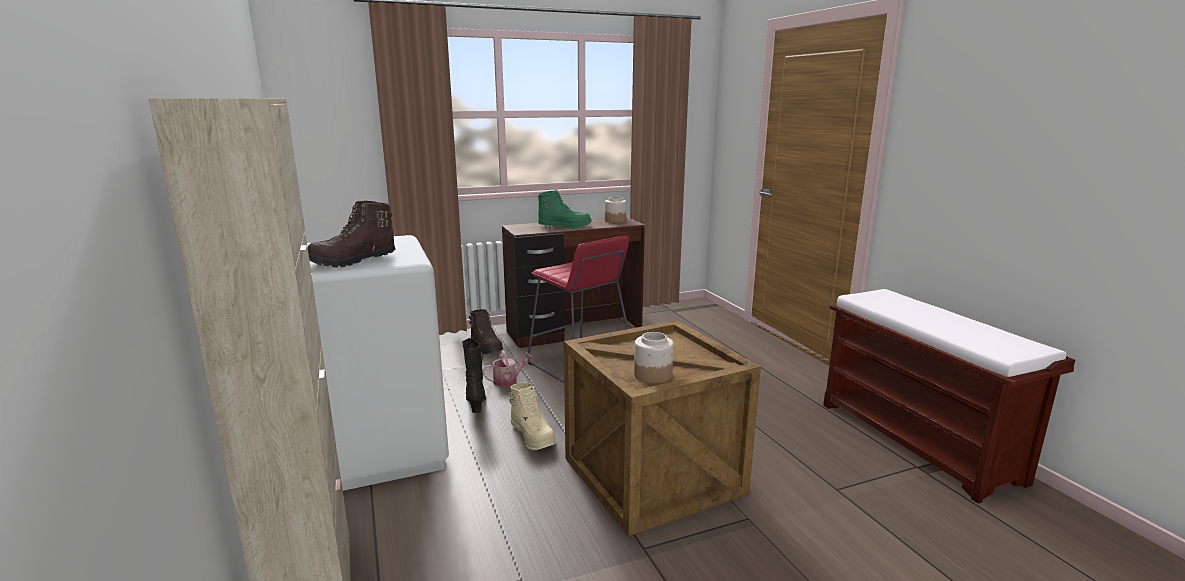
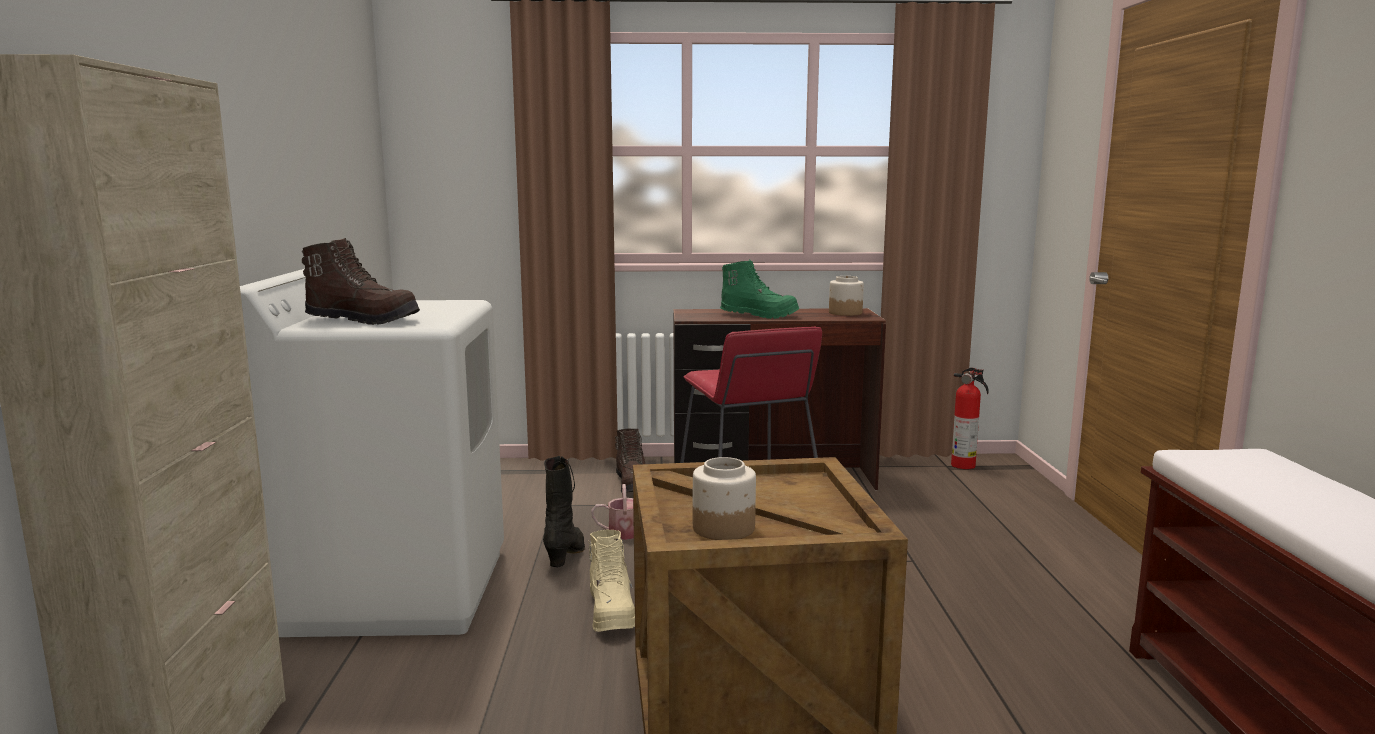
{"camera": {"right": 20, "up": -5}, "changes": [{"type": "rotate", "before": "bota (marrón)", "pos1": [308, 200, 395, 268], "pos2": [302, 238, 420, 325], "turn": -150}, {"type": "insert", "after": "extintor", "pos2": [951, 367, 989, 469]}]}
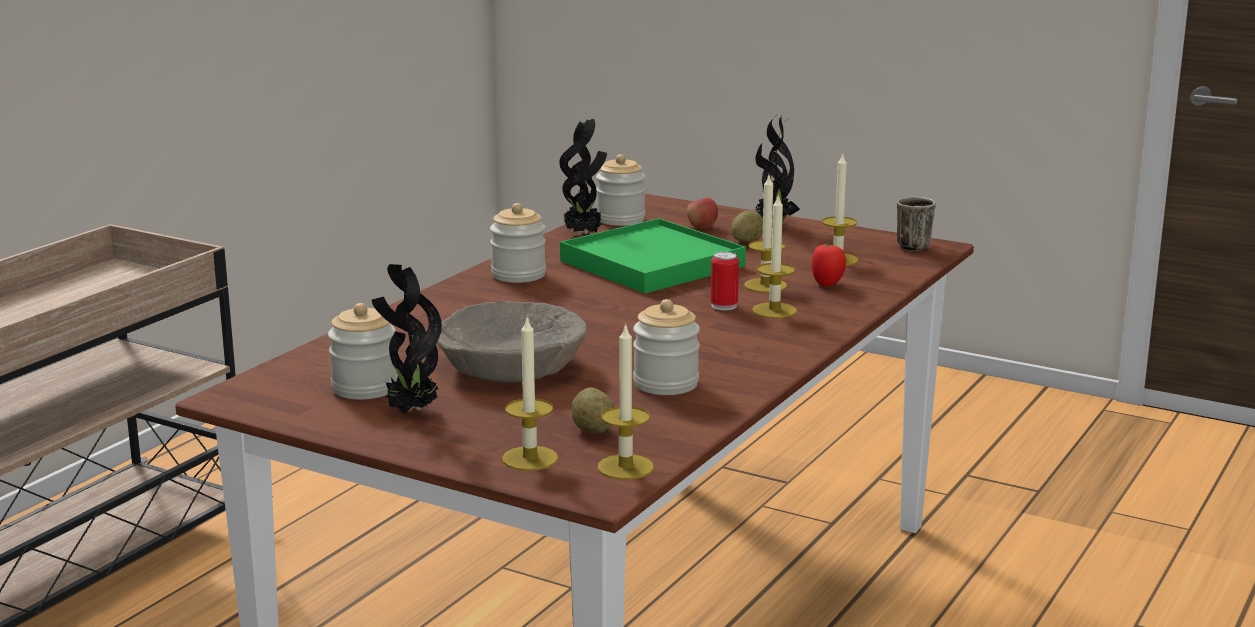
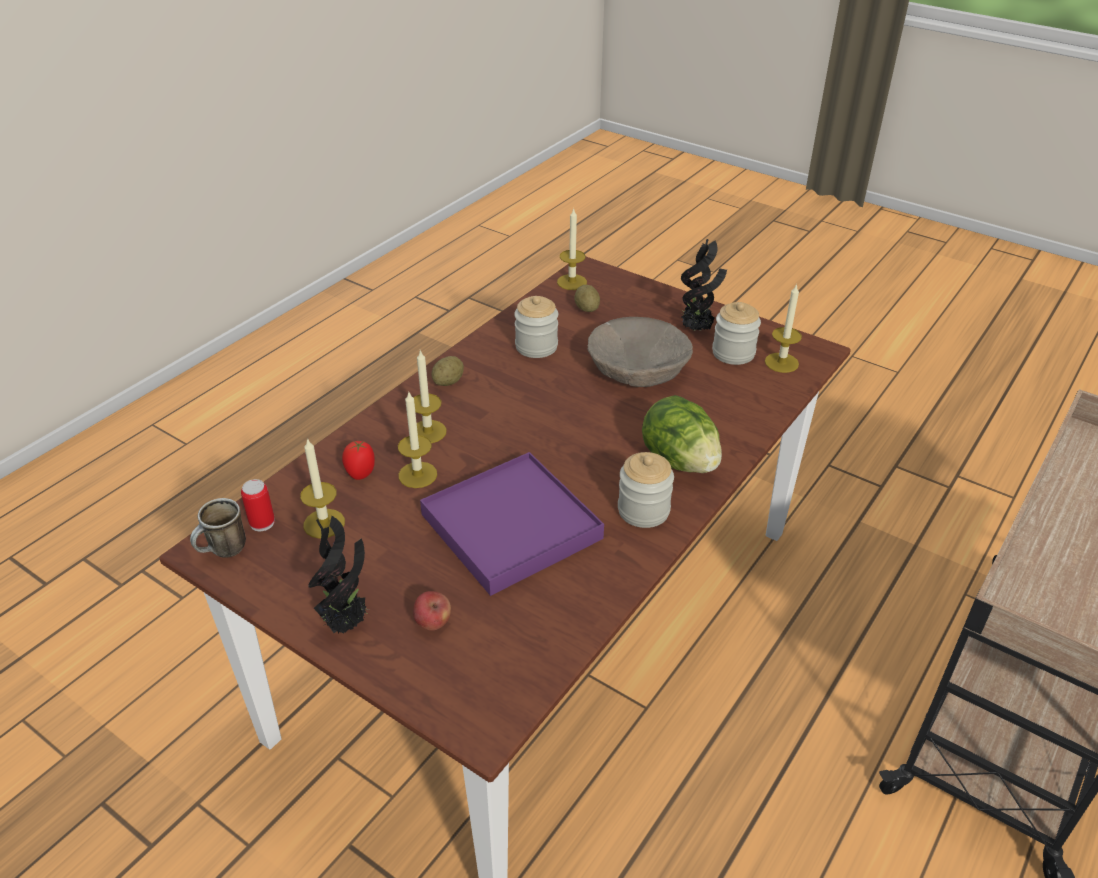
{"camera": {"right": -175, "up": 20}, "changes": [{"type": "move", "before": "vela", "pos1": [502, 318, 558, 471], "pos2": [765, 284, 802, 373]}, {"type": "delete", "before": "planta en maceta", "pos1": [559, 119, 607, 235]}, {"type": "recolor", "before": "bandeja (verde)", "after": "bandeja (morado)", "pos1": [560, 218, 746, 294], "pos2": [420, 452, 604, 596]}, {"type": "delete", "before": "tarro", "pos1": [596, 154, 646, 226]}, {"type": "move", "before": "lata", "pos1": [711, 252, 739, 310], "pos2": [241, 479, 275, 531]}, {"type": "move", "before": "patata", "pos1": [731, 211, 763, 242], "pos2": [431, 356, 464, 386]}, {"type": "insert", "after": "lechuga", "pos2": [642, 395, 722, 473]}]}
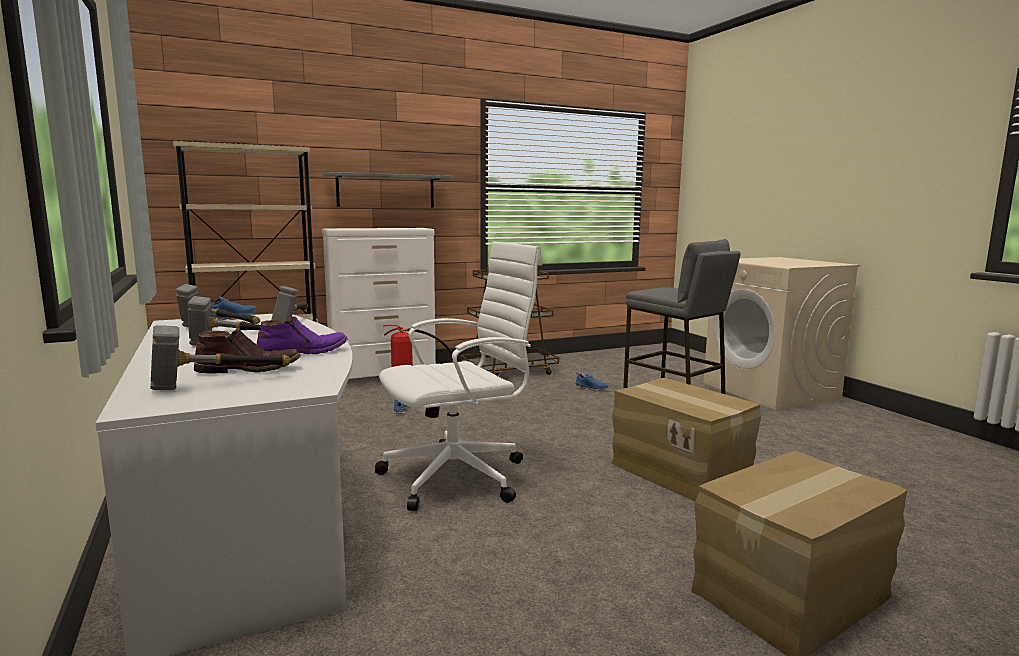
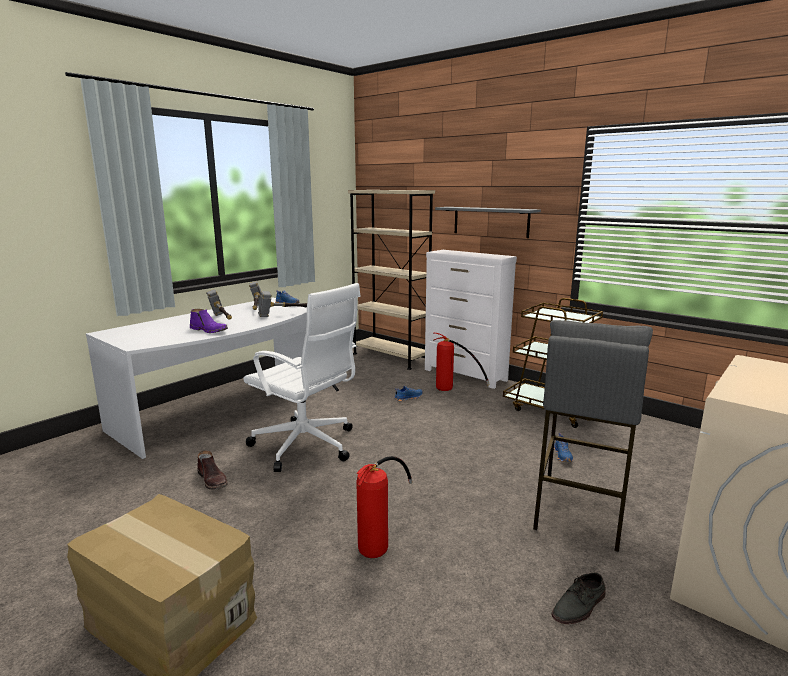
{"camera": {"right": 65, "up": 5}, "changes": [{"type": "delete", "before": "martillo", "pos1": [150, 325, 291, 390]}, {"type": "move", "before": "bota (marrón)", "pos1": [194, 328, 301, 374], "pos2": [197, 451, 228, 490]}, {"type": "replace", "before": "caja de cartón", "after": "extintor", "pos1": [611, 378, 761, 501], "pos2": [356, 456, 413, 558]}, {"type": "insert", "after": "zapato (gris)", "pos2": [552, 573, 606, 624]}]}
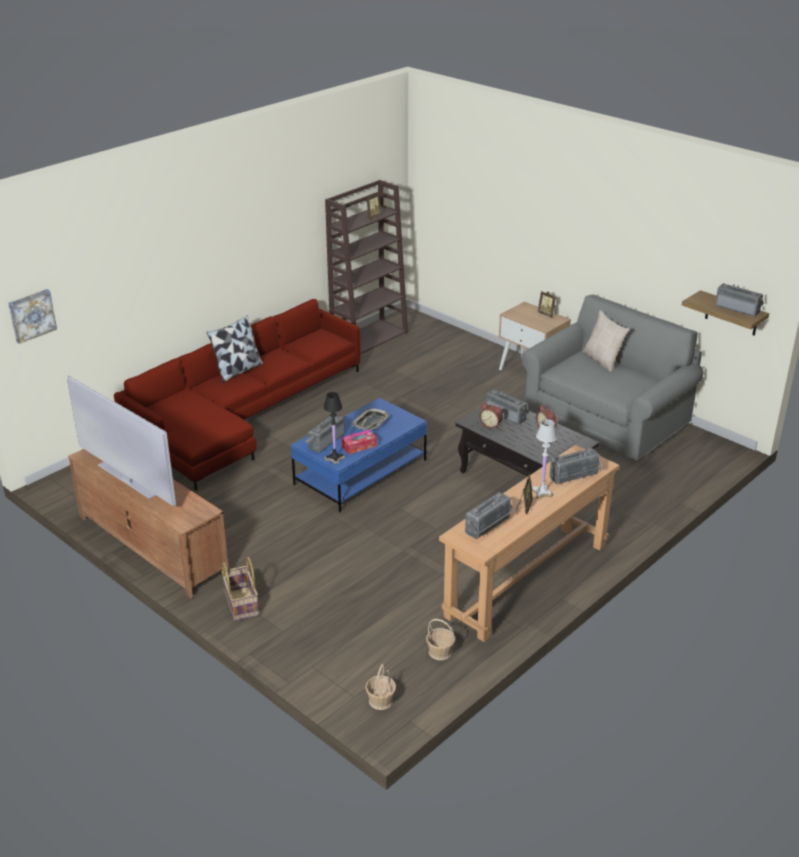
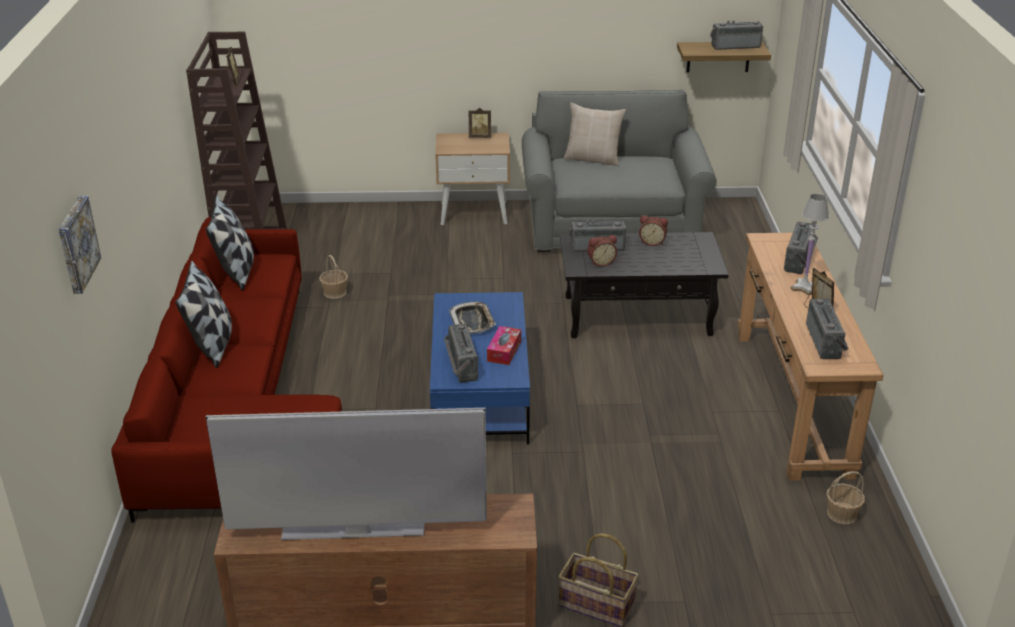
{"camera": {"right": -45, "up": 0}, "changes": [{"type": "move", "before": "cuadro", "pos1": [8, 289, 57, 344], "pos2": [59, 196, 101, 294]}, {"type": "delete", "before": "lámpara de mesa (negro)", "pos1": [324, 392, 345, 464]}, {"type": "move", "before": "cesta", "pos1": [365, 664, 396, 710], "pos2": [319, 255, 348, 299]}, {"type": "insert", "after": "cojín", "pos2": [206, 195, 254, 290]}]}
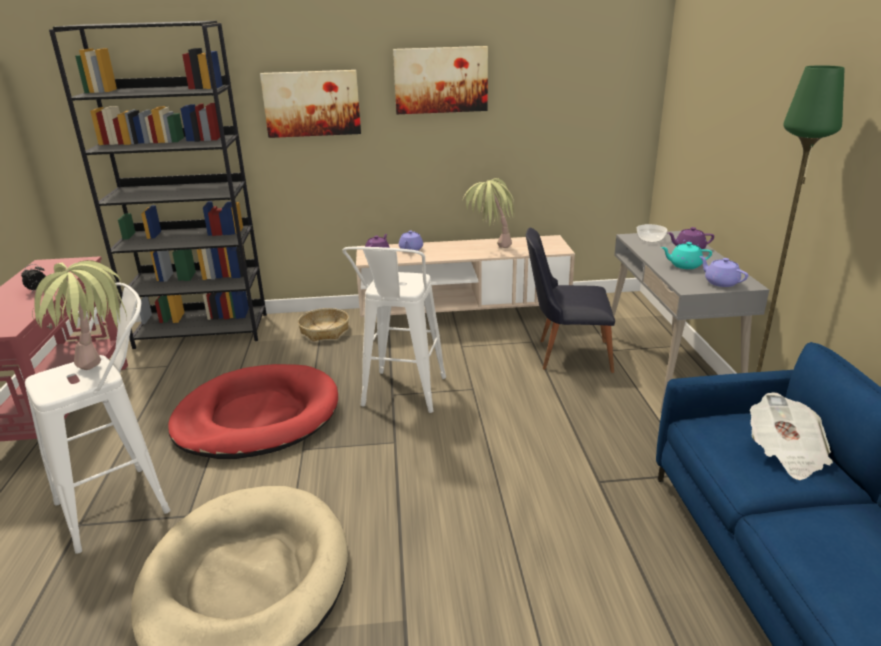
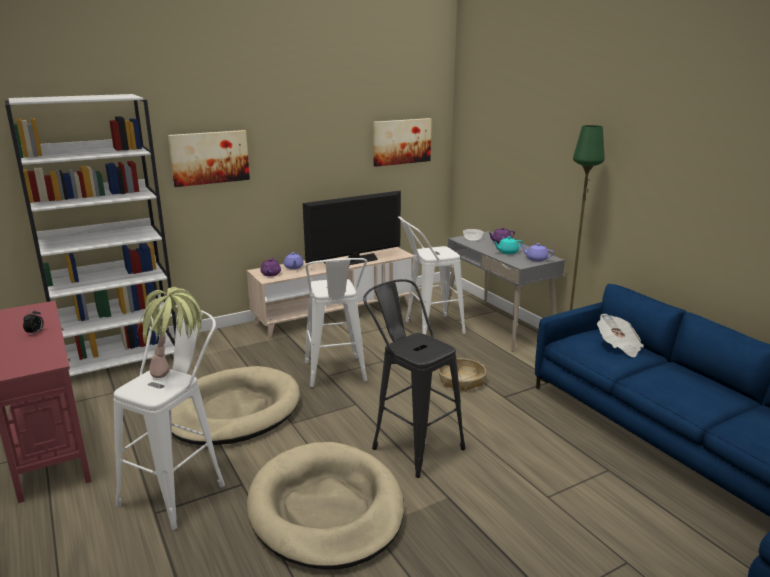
{"camera": {"right": -25, "up": -5}, "changes": [{"type": "recolor", "before": "estantería (negro)", "after": "estantería (blanco)", "pos1": [49, 21, 267, 349], "pos2": [5, 94, 176, 376]}, {"type": "recolor", "before": "cama para perro (rojo)", "after": "cama para perro (beis)", "pos1": [168, 364, 338, 459], "pos2": [171, 366, 300, 445]}, {"type": "move", "before": "cesta", "pos1": [298, 308, 349, 341], "pos2": [438, 358, 486, 392]}, {"type": "move", "before": "cuadro", "pos1": [393, 46, 488, 114], "pos2": [373, 118, 431, 167]}, {"type": "replace", "before": "planta en maceta", "after": "televisor", "pos1": [462, 178, 515, 248], "pos2": [303, 191, 401, 265]}, {"type": "replace", "before": "silla (negro)", "after": "taburete (blanco)", "pos1": [526, 228, 615, 373], "pos2": [398, 216, 466, 335]}, {"type": "insert", "after": "taburete (negro)", "pos2": [363, 279, 465, 478]}]}
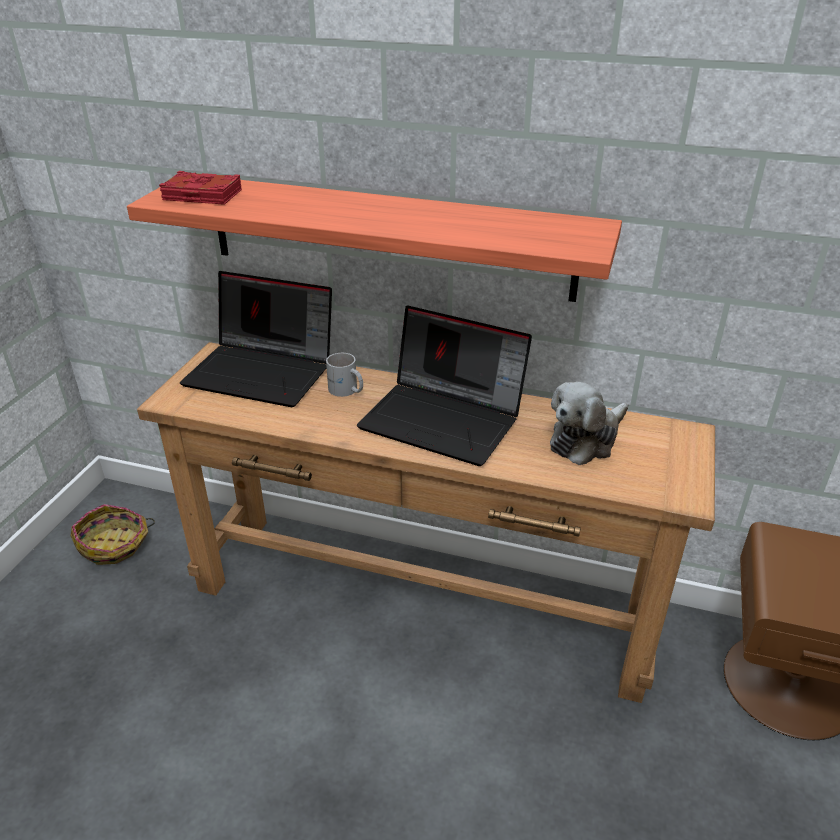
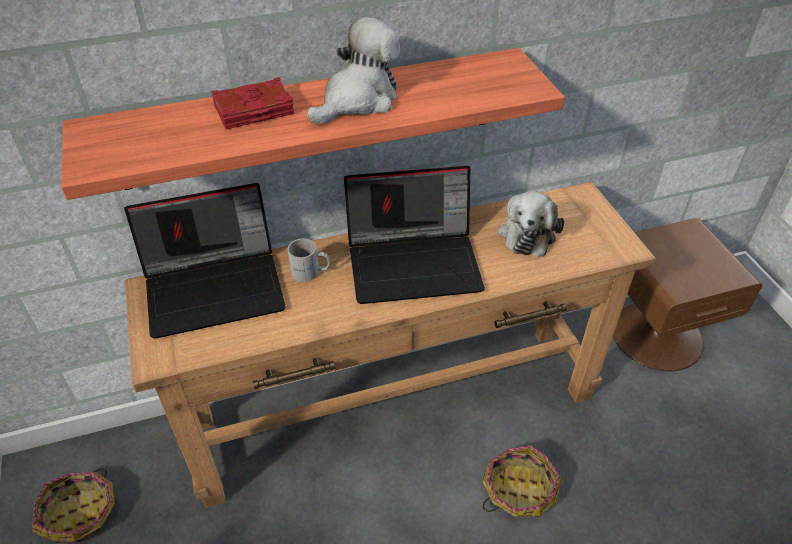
{"camera": {"right": -35, "up": 10}, "changes": [{"type": "move", "before": "libro (rojo)", "pos1": [160, 171, 242, 205], "pos2": [211, 77, 294, 129]}, {"type": "insert", "after": "peluche", "pos2": [307, 17, 400, 124]}, {"type": "insert", "after": "cesta", "pos2": [483, 445, 562, 517]}]}
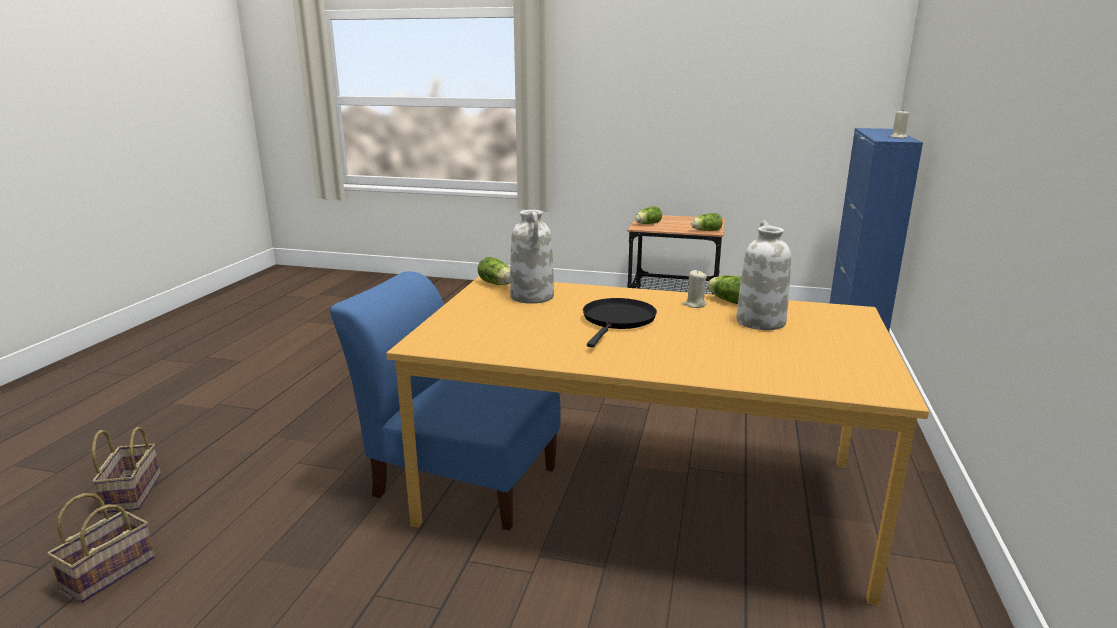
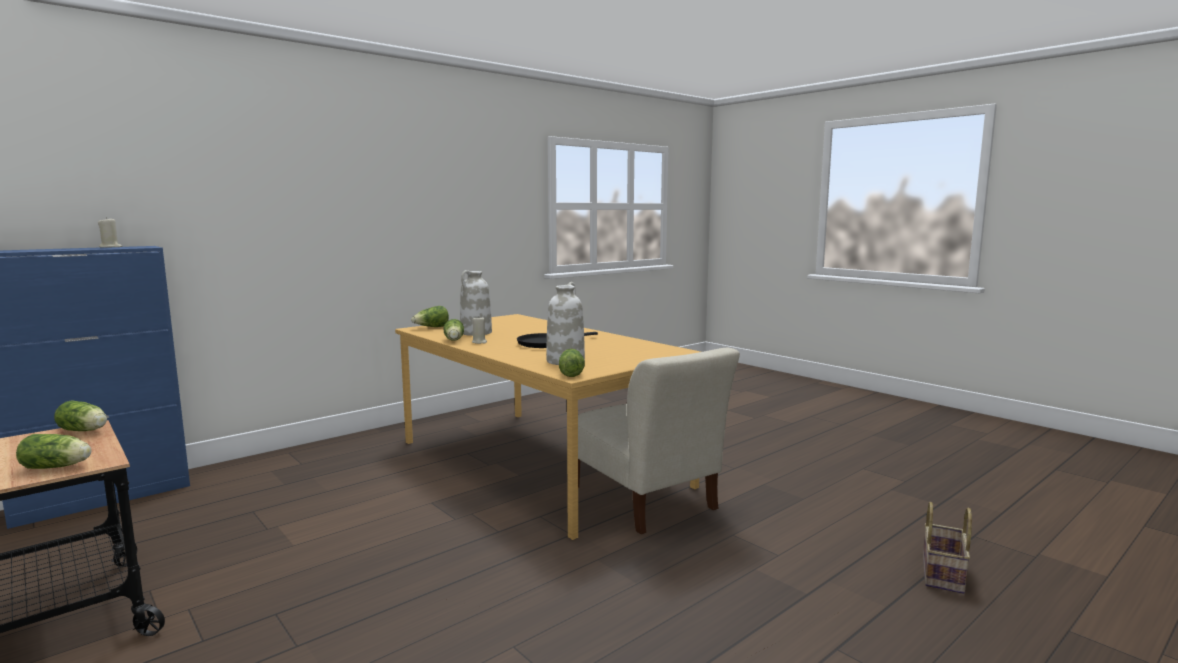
{"camera": {"right": -145, "up": -10}, "changes": [{"type": "delete", "before": "cesta", "pos1": [47, 493, 155, 602]}, {"type": "recolor", "before": "silla (azul)", "after": "silla (beis)", "pos1": [330, 271, 561, 530], "pos2": [578, 348, 740, 534]}, {"type": "insert", "after": "lechuga", "pos2": [411, 306, 449, 327]}]}
